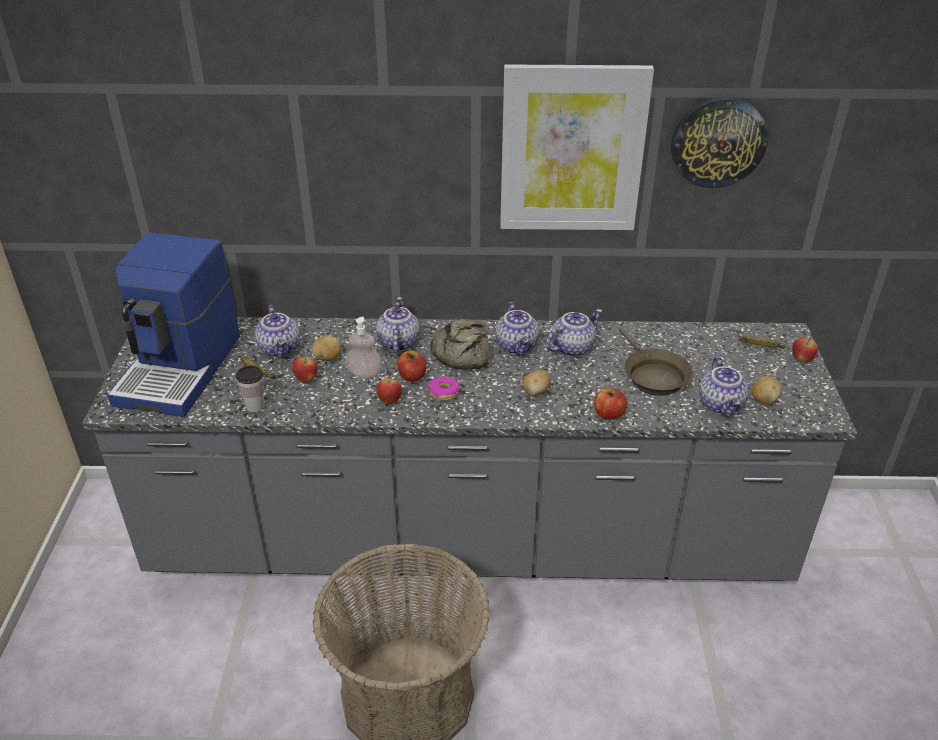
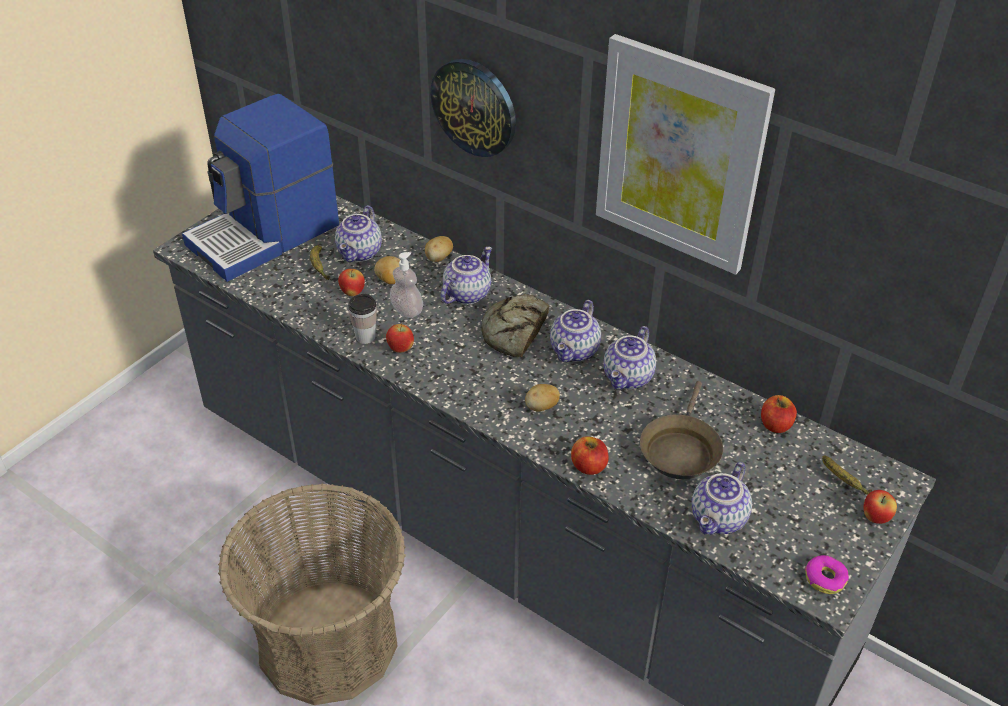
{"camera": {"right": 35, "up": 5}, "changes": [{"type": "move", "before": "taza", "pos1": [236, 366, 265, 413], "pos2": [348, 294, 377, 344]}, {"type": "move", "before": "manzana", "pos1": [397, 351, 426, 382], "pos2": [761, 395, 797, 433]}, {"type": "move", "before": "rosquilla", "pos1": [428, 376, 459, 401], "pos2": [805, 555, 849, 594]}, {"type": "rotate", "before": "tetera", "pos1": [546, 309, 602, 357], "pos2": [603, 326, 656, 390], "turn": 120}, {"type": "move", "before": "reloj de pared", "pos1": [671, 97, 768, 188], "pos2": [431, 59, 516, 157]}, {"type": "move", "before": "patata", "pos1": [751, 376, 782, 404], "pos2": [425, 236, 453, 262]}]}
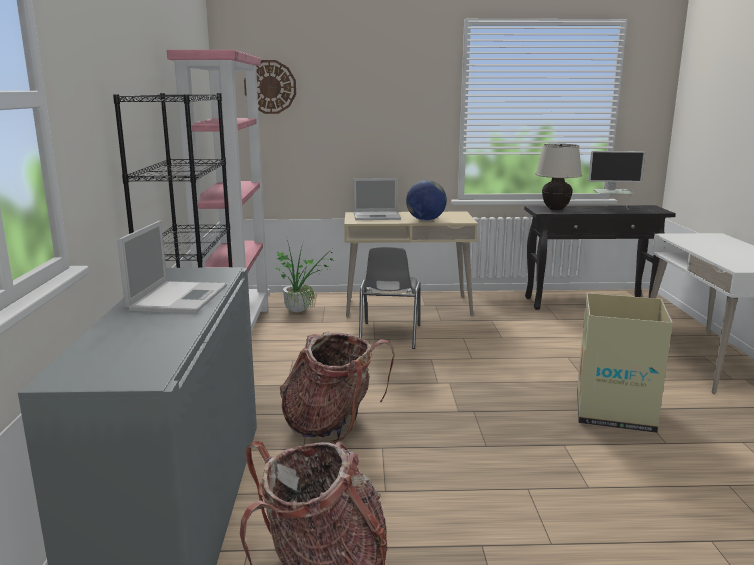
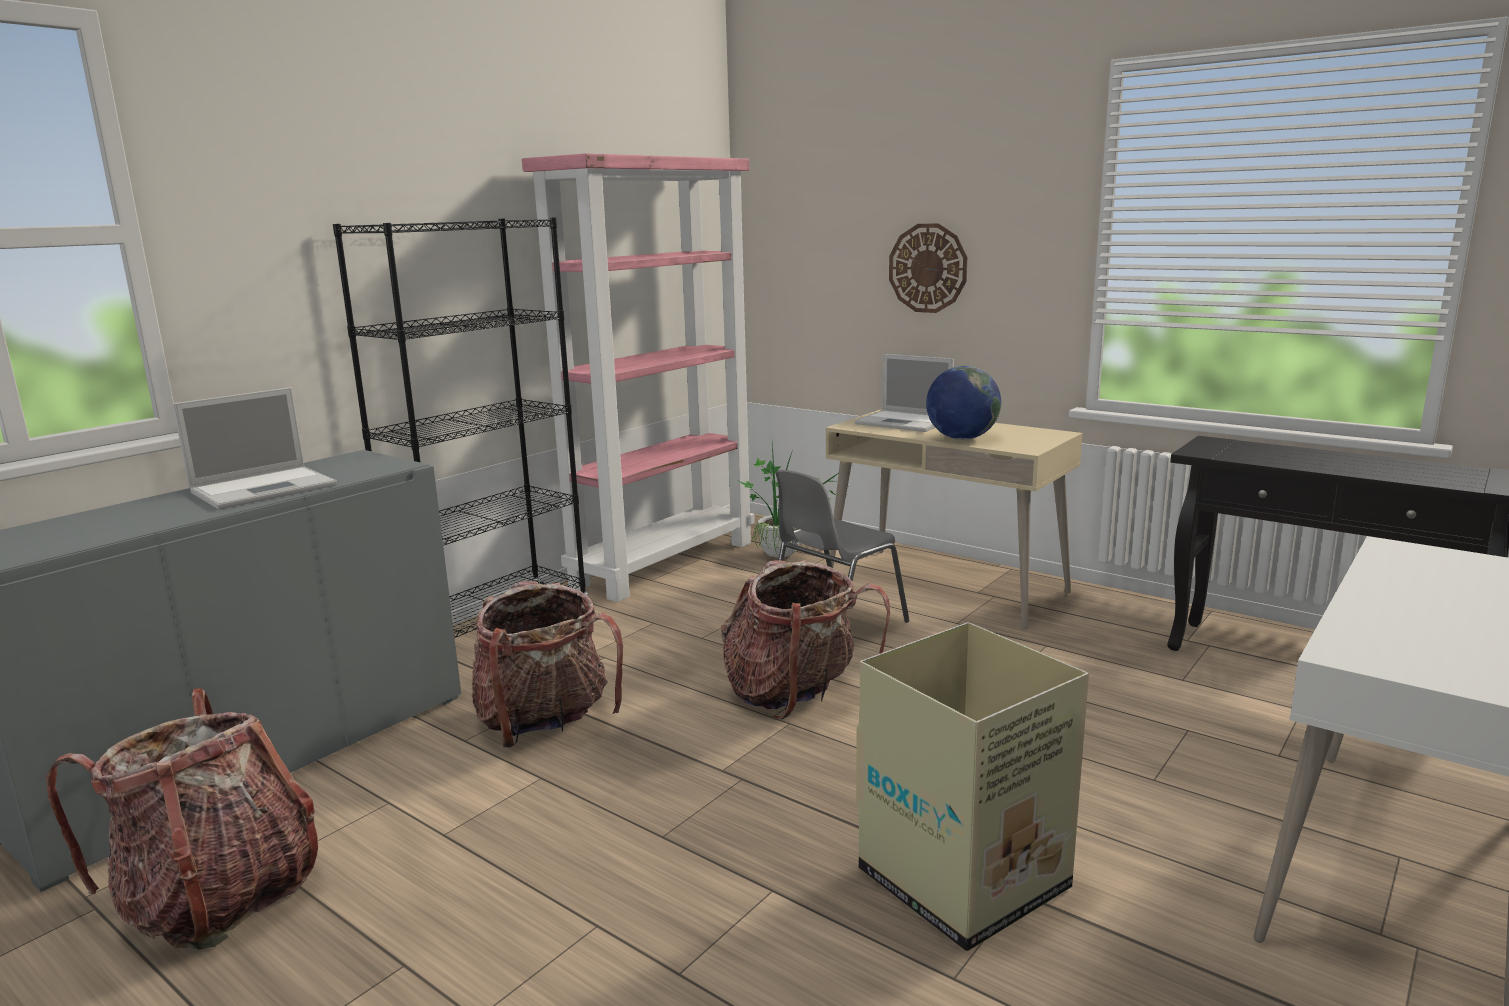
{"camera": {"right": 40, "up": 0}, "changes": [{"type": "move", "before": "reloj de pared", "pos1": [244, 60, 296, 114], "pos2": [889, 223, 967, 313]}, {"type": "delete", "before": "lámpara de mesa (beis)", "pos1": [535, 144, 582, 210]}, {"type": "delete", "before": "monitor", "pos1": [588, 151, 646, 210]}, {"type": "insert", "after": "mochila", "pos2": [721, 560, 890, 720]}]}
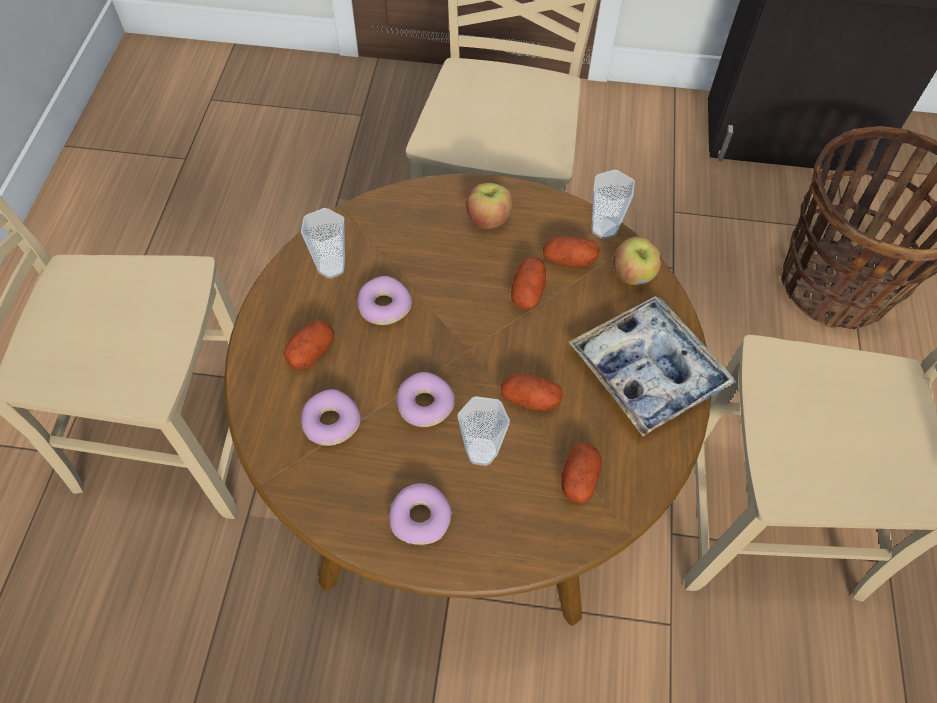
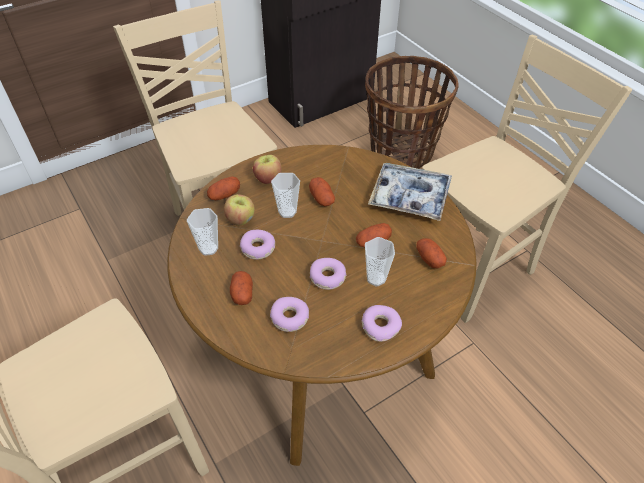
{"camera": {"right": -40, "up": -10}, "changes": [{"type": "move", "before": "patata", "pos1": [543, 237, 600, 267], "pos2": [207, 176, 240, 200]}, {"type": "move", "before": "taza", "pos1": [591, 170, 635, 239], "pos2": [271, 173, 300, 218]}, {"type": "move", "before": "manzana", "pos1": [613, 237, 662, 285], "pos2": [224, 194, 255, 226]}]}
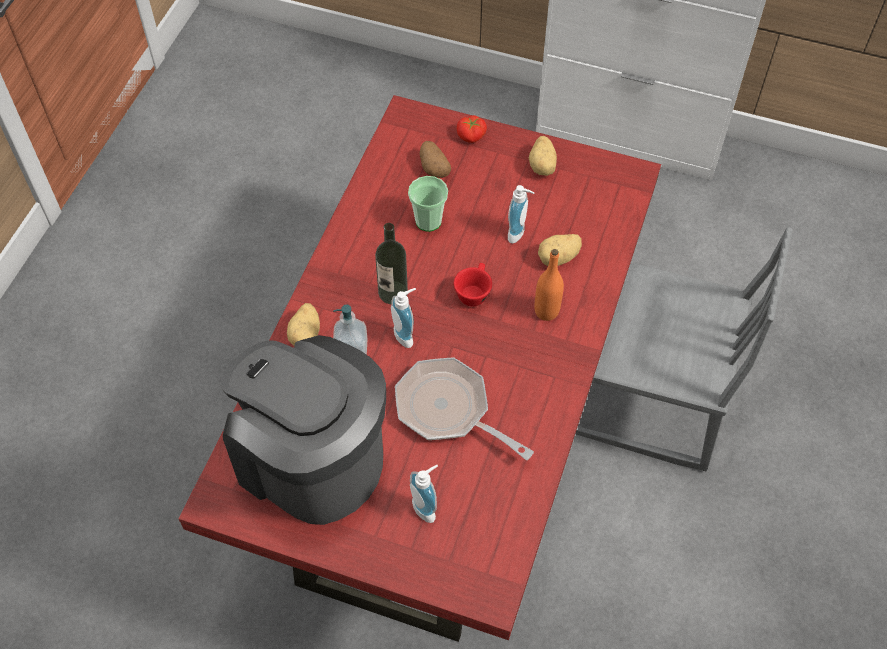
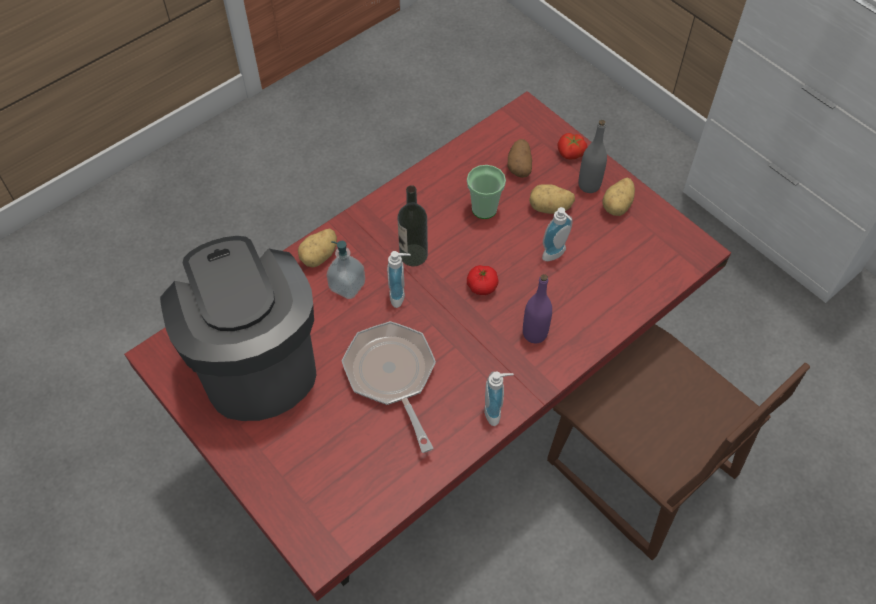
{"camera": {"right": 30, "up": 0}, "changes": [{"type": "move", "before": "dispensador de jabón", "pos1": [410, 465, 438, 523], "pos2": [484, 371, 514, 426]}, {"type": "replace", "before": "taza (rojo)", "after": "tomate", "pos1": [454, 263, 492, 306], "pos2": [467, 265, 499, 295]}, {"type": "recolor", "before": "botella (naranja)", "after": "botella (morado)", "pos1": [534, 249, 564, 321], "pos2": [523, 274, 552, 343]}, {"type": "move", "before": "patata", "pos1": [538, 234, 582, 266], "pos2": [529, 184, 575, 214]}, {"type": "recolor", "before": "silla (gris)", "after": "silla (marrón)", "pos1": [575, 227, 793, 471], "pos2": [547, 324, 810, 560]}, {"type": "insert", "after": "botella (gris)", "pos2": [578, 120, 607, 193]}]}
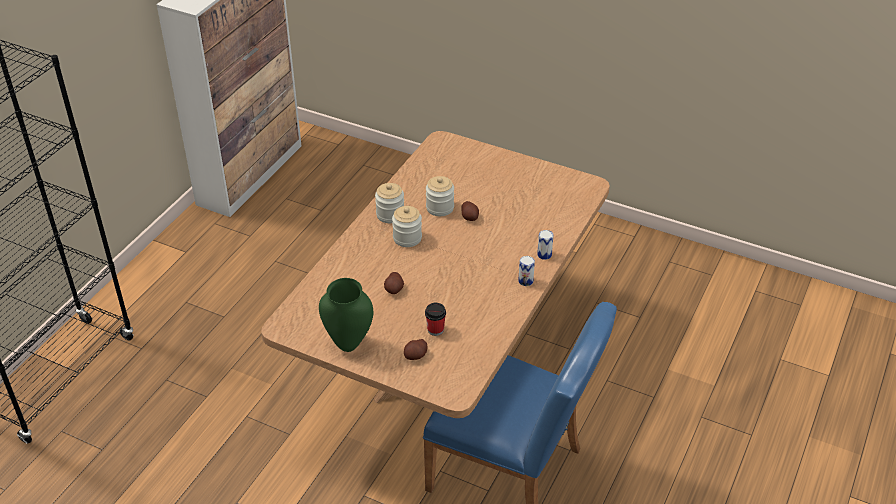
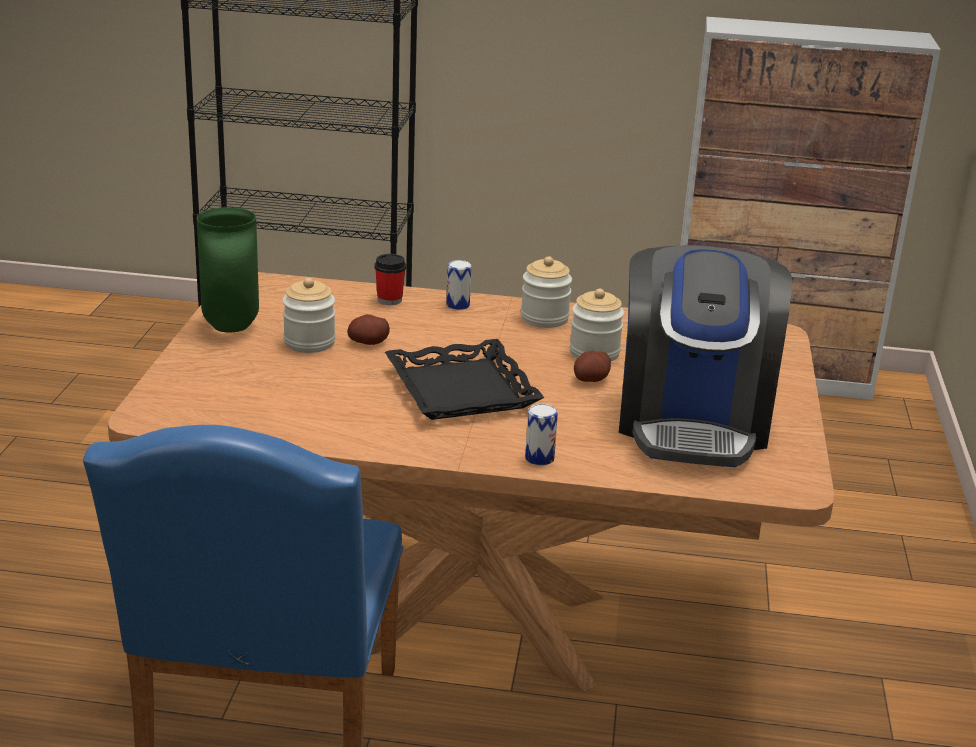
{"camera": {"right": 70, "up": -15}, "changes": [{"type": "move", "before": "tarro", "pos1": [392, 206, 422, 247], "pos2": [282, 278, 335, 353]}, {"type": "delete", "before": "patata", "pos1": [404, 339, 428, 360]}, {"type": "move", "before": "taza", "pos1": [425, 303, 446, 336], "pos2": [374, 254, 406, 305]}, {"type": "move", "before": "lata", "pos1": [518, 256, 535, 286], "pos2": [446, 260, 471, 310]}, {"type": "insert", "after": "bandeja (negro)", "pos2": [385, 339, 544, 420]}, {"type": "insert", "after": "cafetera", "pos2": [619, 245, 792, 467]}]}
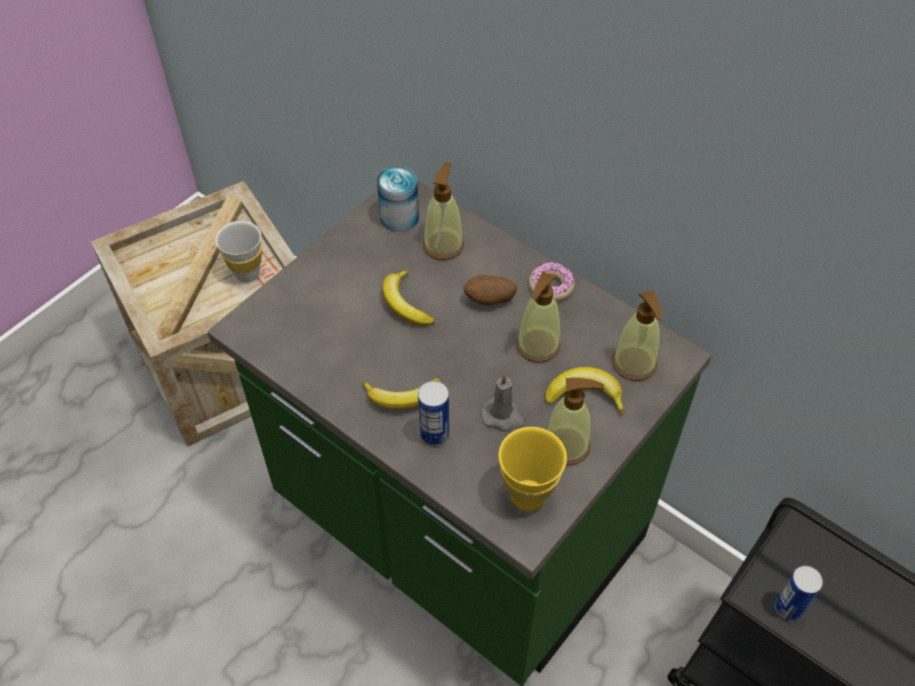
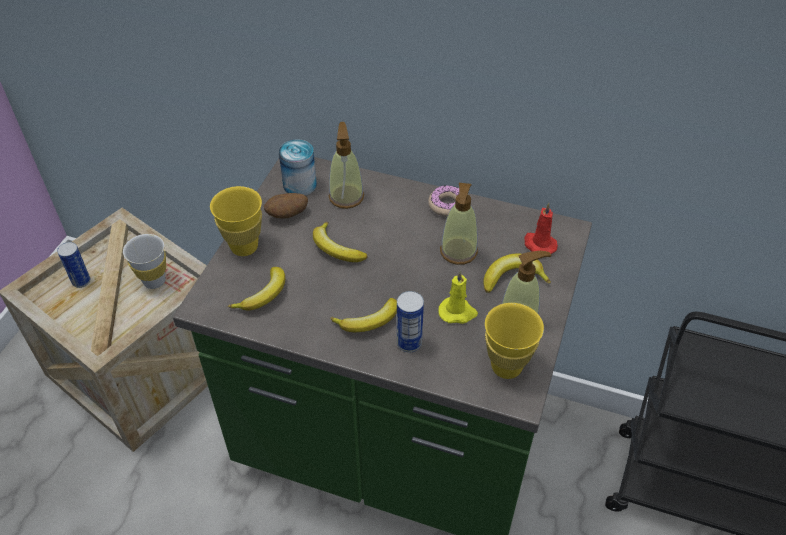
{"camera": {"right": -20, "up": -5}, "changes": [{"type": "move", "before": "patata", "pos1": [464, 275, 517, 305], "pos2": [264, 193, 308, 218]}, {"type": "recolor", "before": "vela (gris)", "after": "vela (amarillo)", "pos1": [481, 374, 526, 432], "pos2": [439, 270, 478, 324]}, {"type": "replace", "before": "dispensador de jabón", "after": "vela (rojo)", "pos1": [612, 290, 663, 381], "pos2": [525, 203, 558, 254]}, {"type": "move", "before": "lata", "pos1": [775, 566, 823, 621], "pos2": [57, 242, 90, 288]}, {"type": "insert", "after": "taza (amarillo)", "pos2": [210, 186, 262, 256]}, {"type": "insert", "after": "plátano", "pos2": [228, 267, 285, 311]}]}
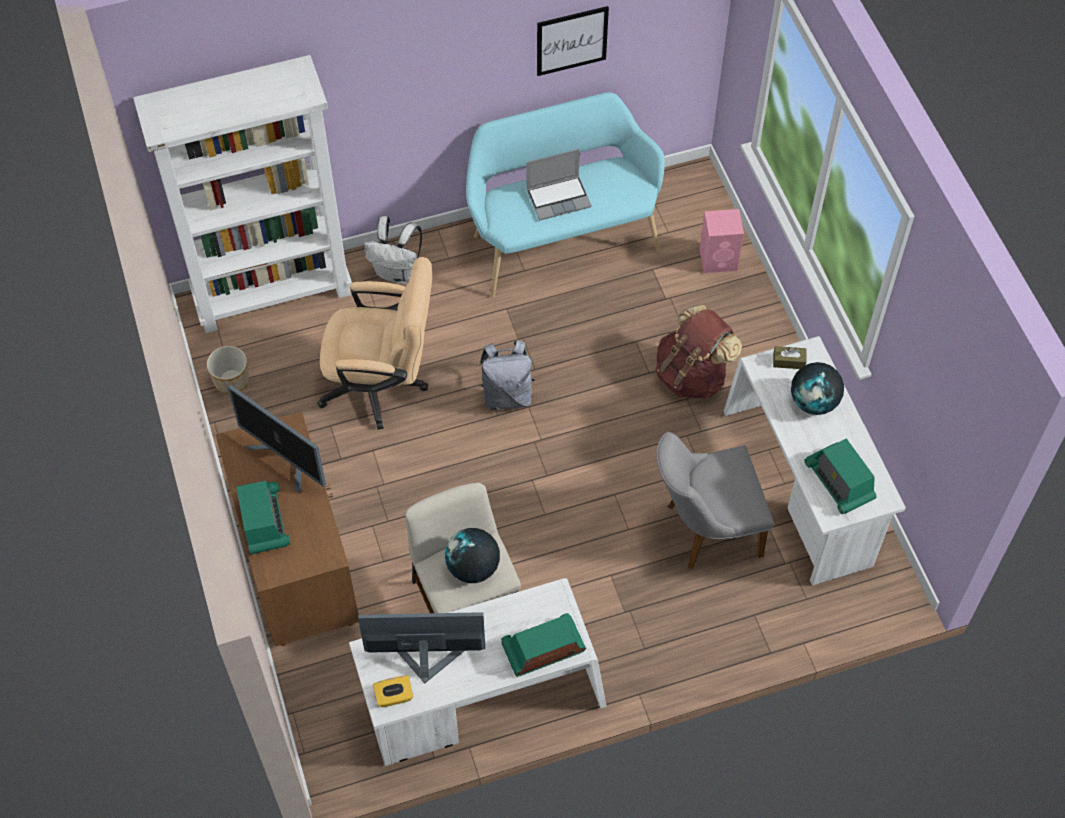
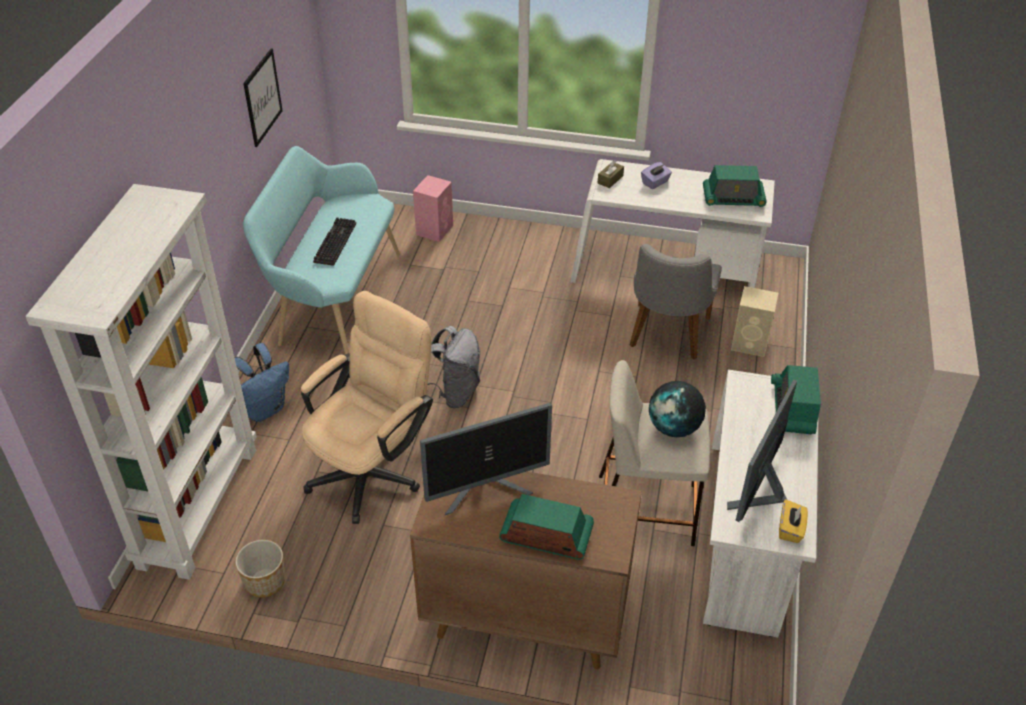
{"camera": {"right": -60, "up": -15}, "changes": [{"type": "recolor", "before": "mochila (blanco)", "after": "mochila (azul)", "pos1": [364, 216, 422, 284], "pos2": [234, 343, 289, 422]}, {"type": "replace", "before": "portátil", "after": "teclado", "pos1": [526, 149, 592, 221], "pos2": [313, 218, 356, 266]}, {"type": "delete", "before": "mochila (marrón)", "pos1": [656, 304, 742, 399]}, {"type": "replace", "before": "globo terráqueo", "after": "caja de pañuelos (morado)", "pos1": [791, 362, 844, 415], "pos2": [641, 162, 672, 189]}, {"type": "insert", "after": "altavoz (beis)", "pos2": [731, 286, 778, 357]}]}
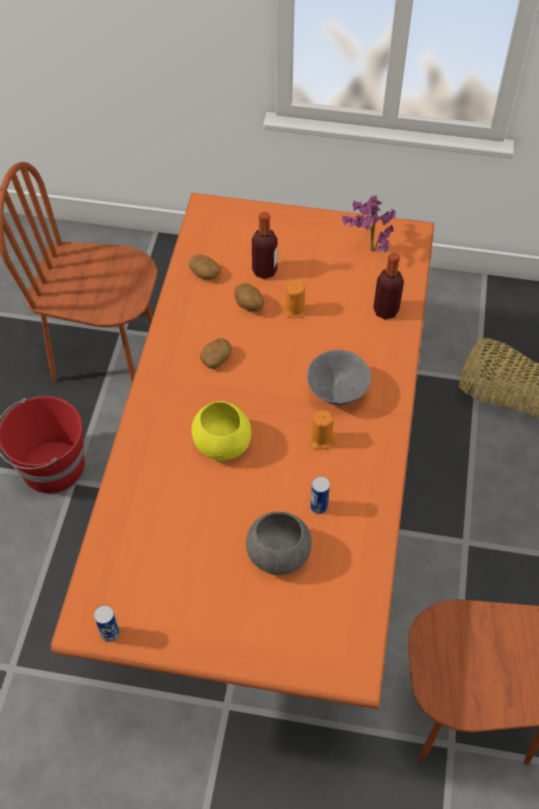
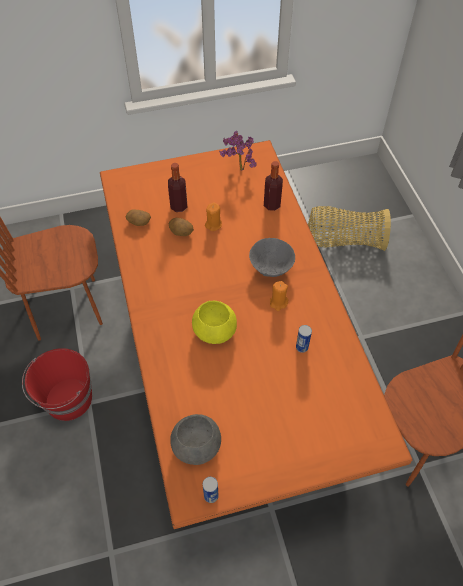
{"camera": {"right": -25, "up": 0}, "changes": [{"type": "delete", "before": "patata", "pos1": [200, 338, 232, 369]}, {"type": "move", "before": "cuenco (gris)", "pos1": [246, 512, 312, 575], "pos2": [170, 414, 221, 465]}]}
